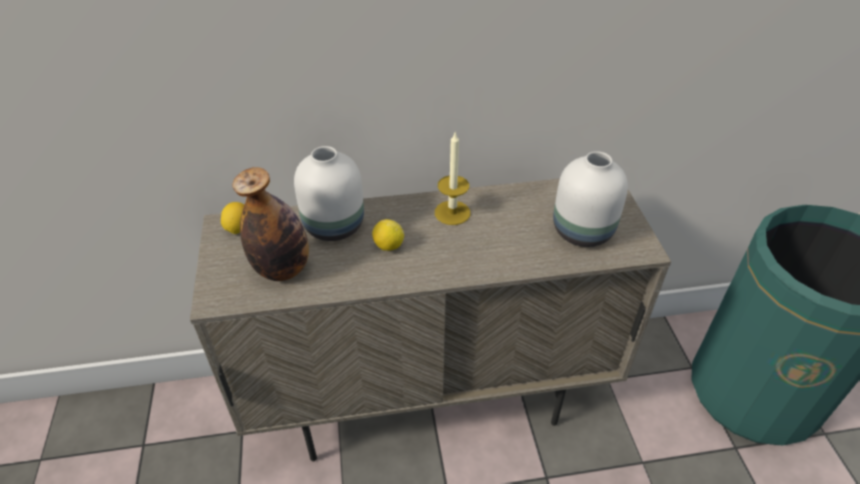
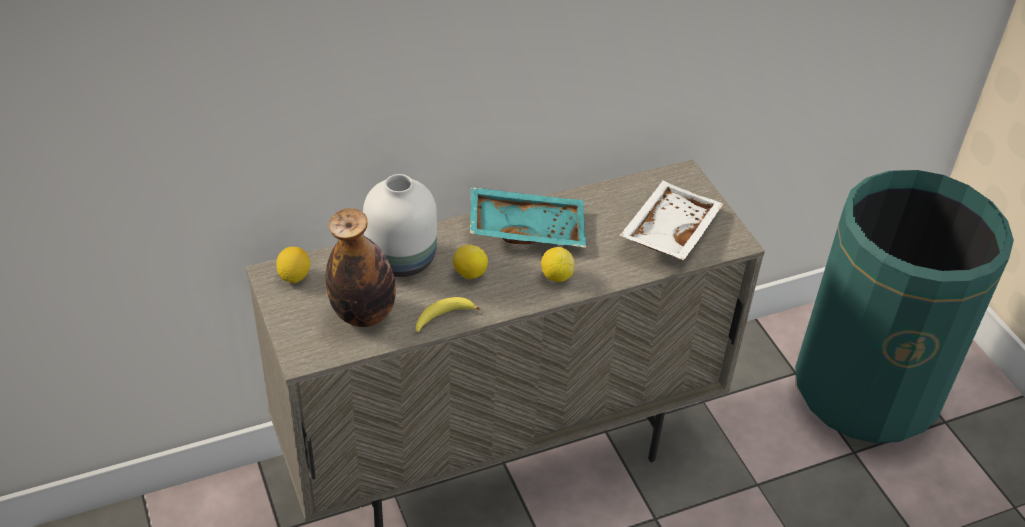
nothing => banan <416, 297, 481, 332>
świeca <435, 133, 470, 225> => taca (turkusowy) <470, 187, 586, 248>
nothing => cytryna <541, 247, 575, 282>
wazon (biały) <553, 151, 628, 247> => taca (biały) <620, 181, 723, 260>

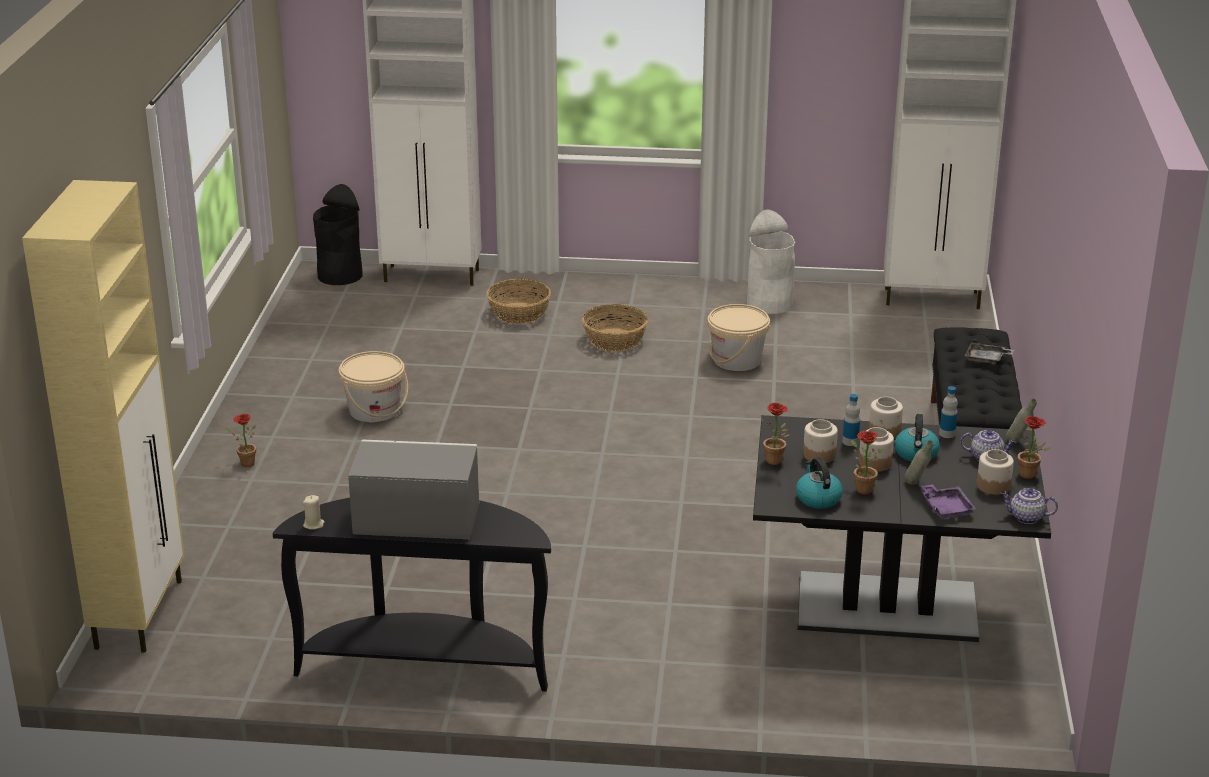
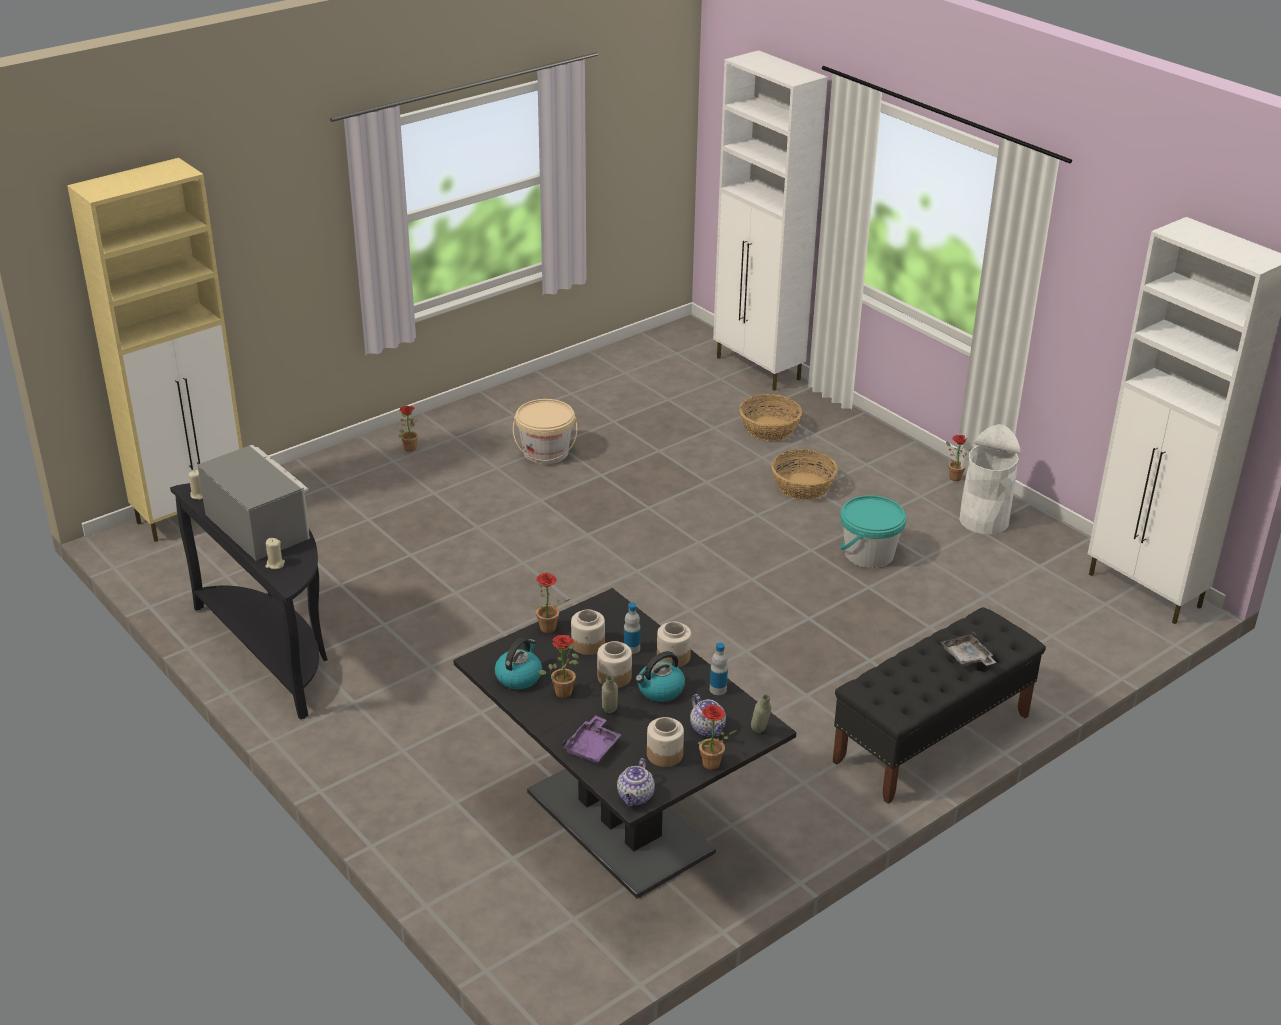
nothing => świeca (beżowy) <265, 538, 285, 569>
imbryk <1001, 488, 1058, 524> => imbryk <617, 758, 655, 806>, 135 degrees counterclockwise
wiadro (beżowy) <707, 304, 770, 371> => wiadro (turkusowy) <840, 495, 906, 568>
nothing => roślina doniczkowa <946, 435, 971, 481>
kosz na śmieci (czarny) <313, 184, 363, 285> => nothing

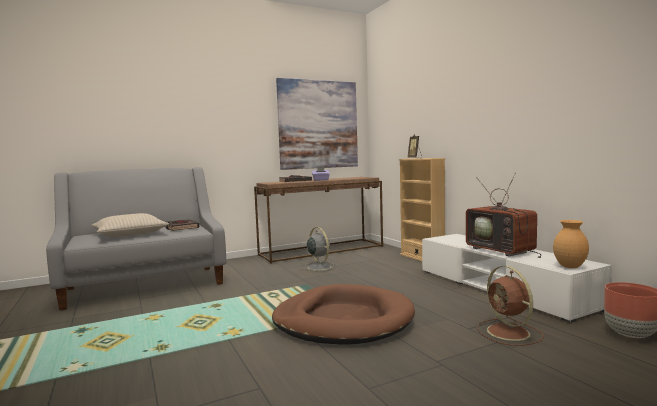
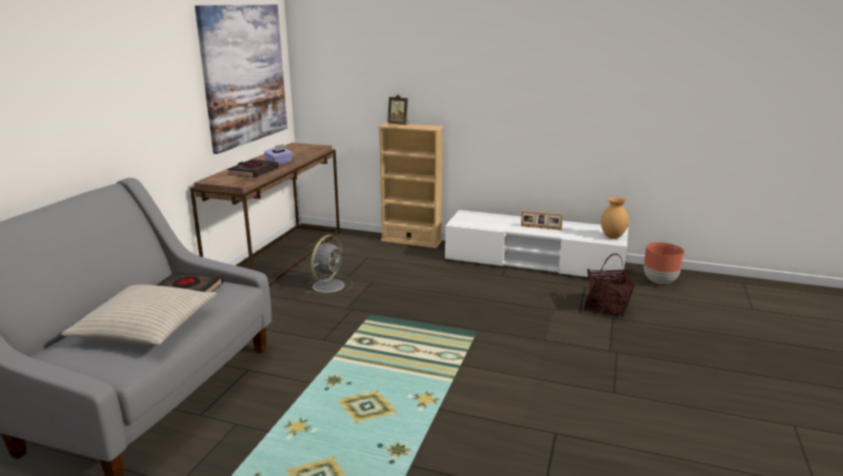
wentylator (szary) <300, 227, 337, 272> => wentylator (szary) <306, 235, 352, 296>, 105 degrees clockwise
telewizor <466, 173, 541, 258> => ramka na zdjęcie <521, 211, 563, 230>
wentylator (brązowy) <477, 266, 544, 346> => koszyk <584, 253, 635, 317>
legowisko (brązowy) <272, 284, 415, 344> => nothing

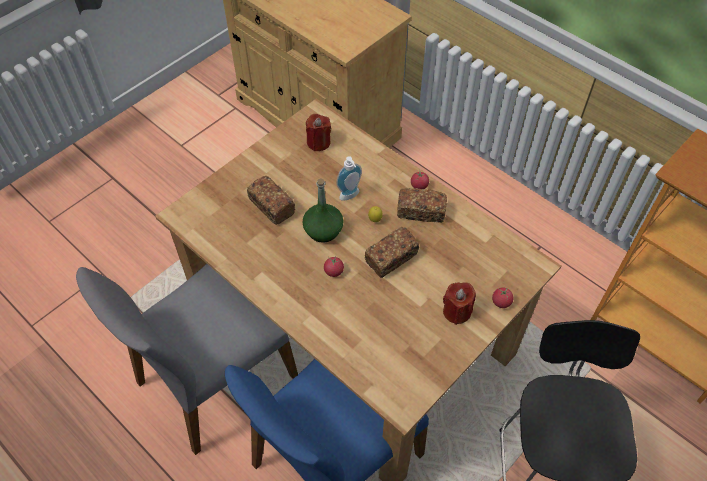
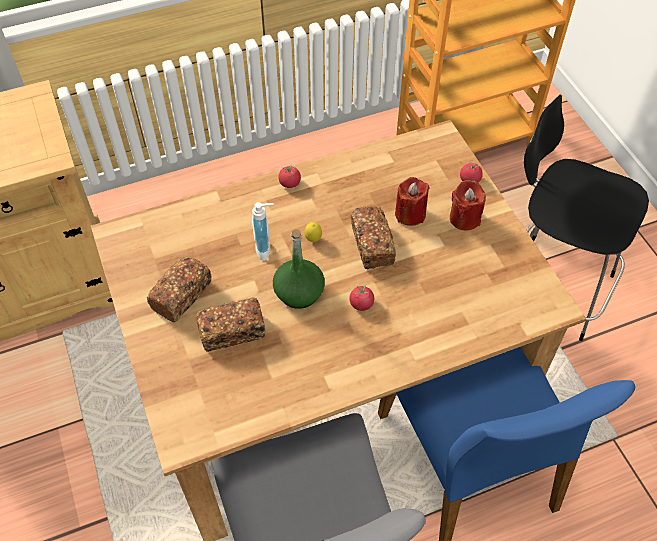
chleb <397, 188, 447, 223> => chleb <147, 257, 212, 322>, move
świeca (czerwony) <306, 114, 331, 151> => świeca (czerwony) <395, 177, 429, 226>, move

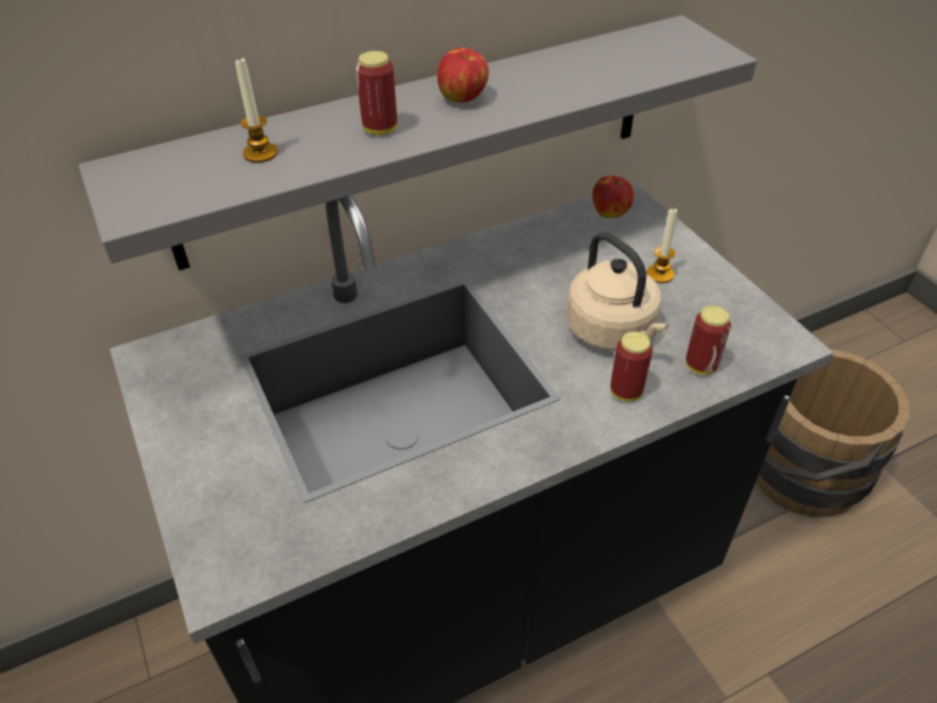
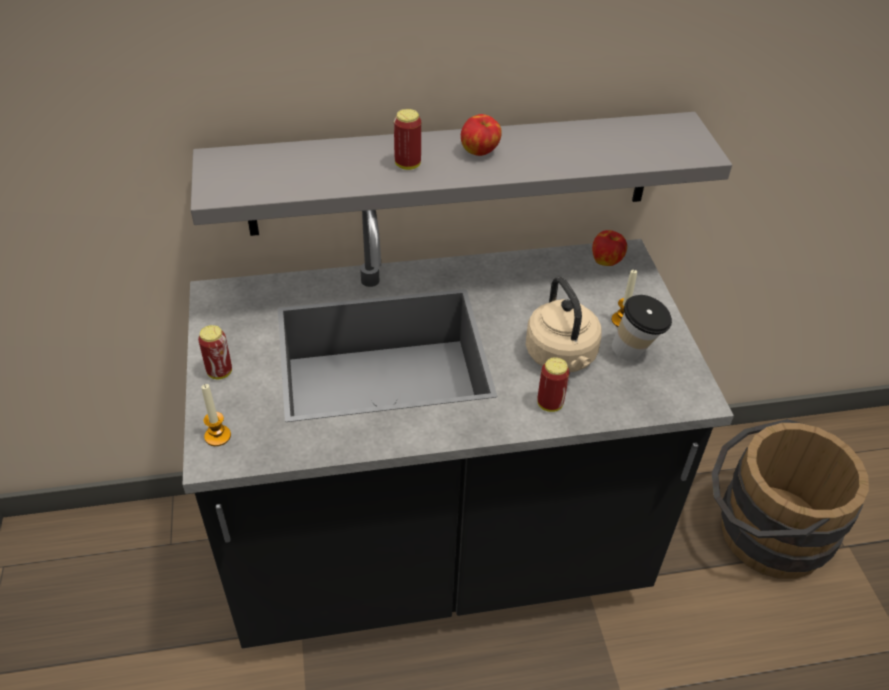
puszka <686, 306, 731, 375> => puszka <198, 325, 232, 379>, move
świeca <235, 56, 278, 163> => świeca <201, 384, 231, 446>, move
nothing => filiżanka <612, 295, 672, 361>

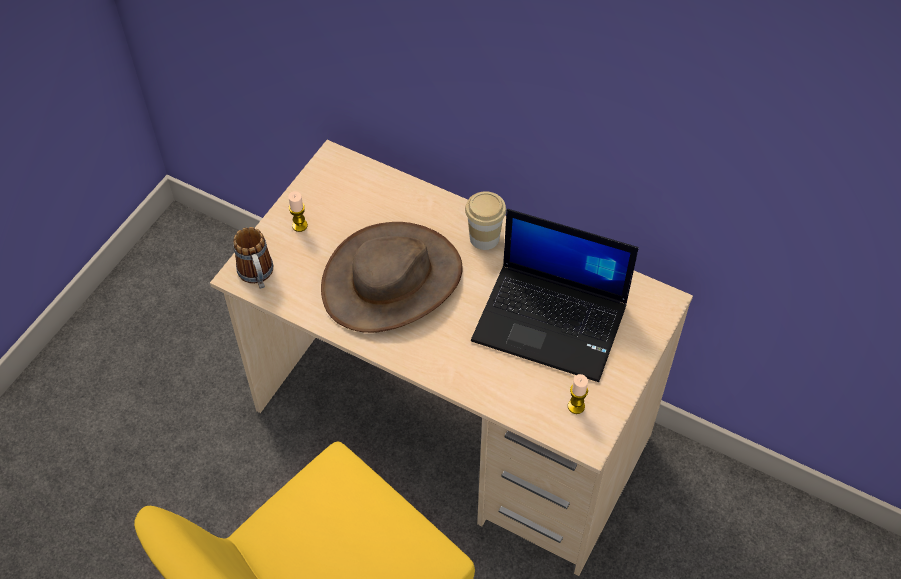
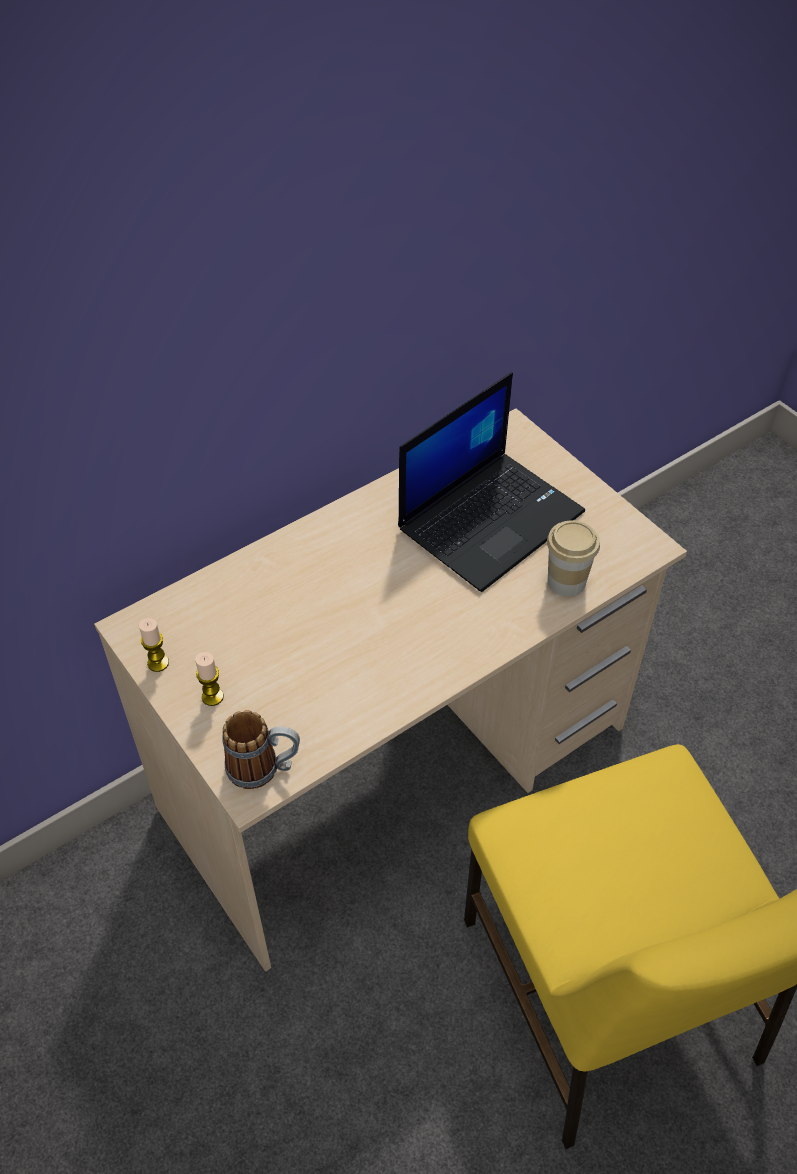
świeca <568, 374, 588, 414> => świeca <139, 618, 169, 672>, move
filiżanka <465, 191, 506, 250> => filiżanka <547, 520, 600, 596>, move
kapelusz (brązowy) <321, 222, 463, 333> => nothing

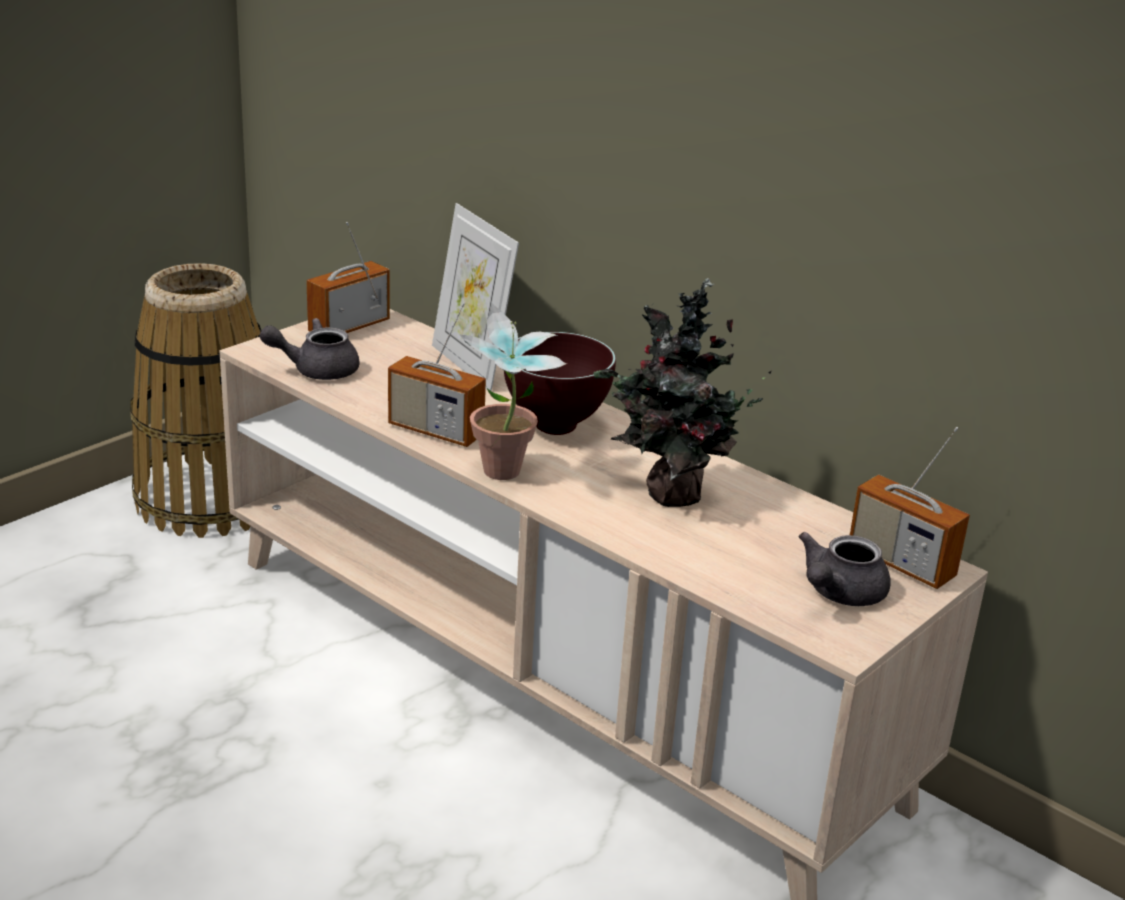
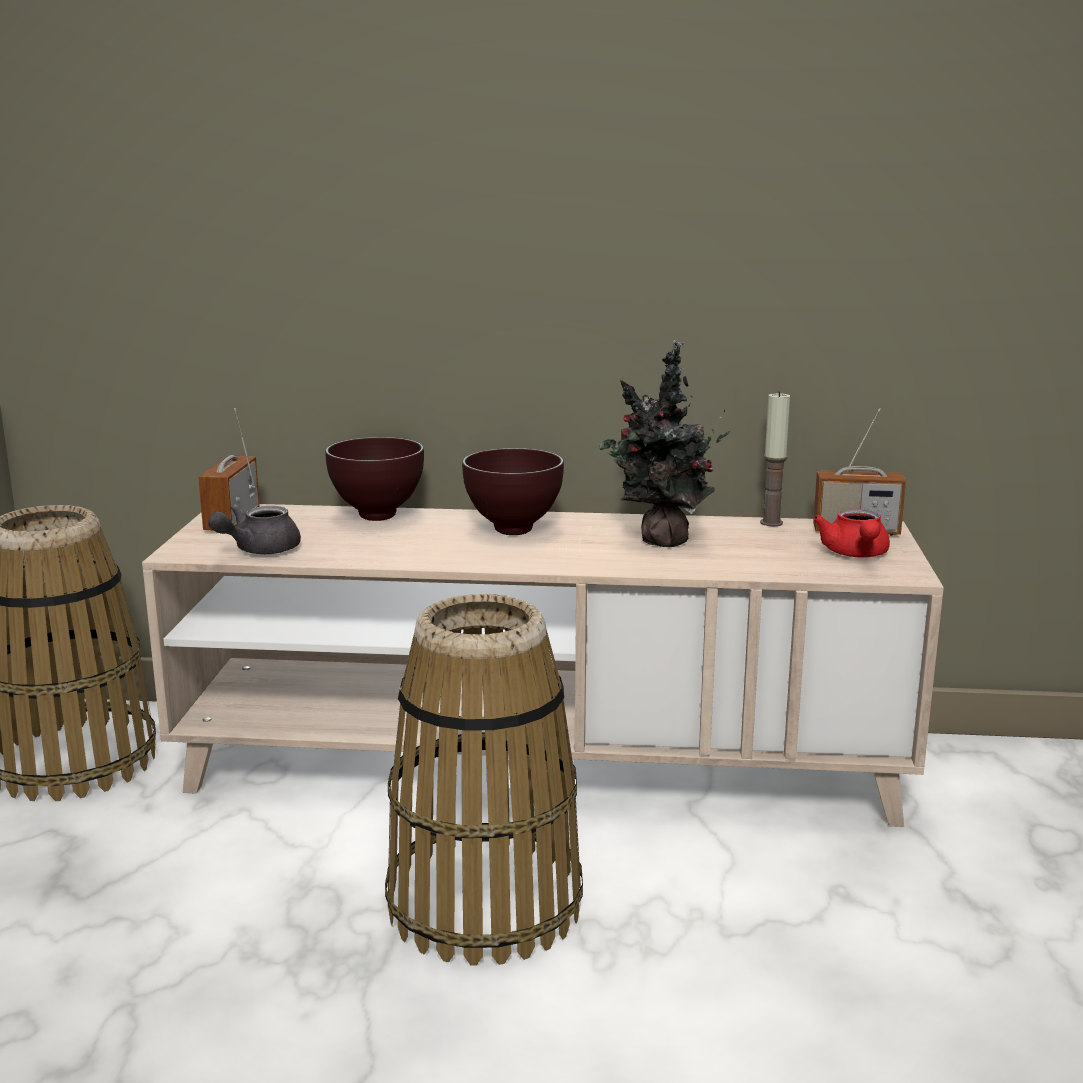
ramka na zdjęcie <432, 203, 519, 391> => miska (brązowy) <325, 437, 424, 521>
nothing => koszyk <385, 594, 583, 966>
nothing => świeca <760, 391, 790, 526>
imbryk (szary) <799, 532, 891, 606> => imbryk (czerwony) <813, 508, 890, 557>
radio <388, 303, 486, 447> => nothing
roślina doniczkowa <459, 303, 567, 480> => nothing

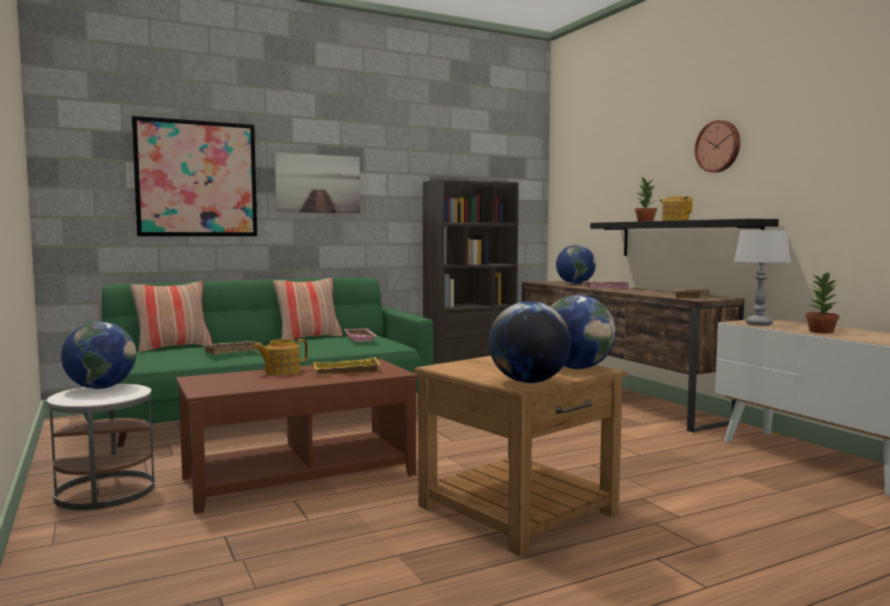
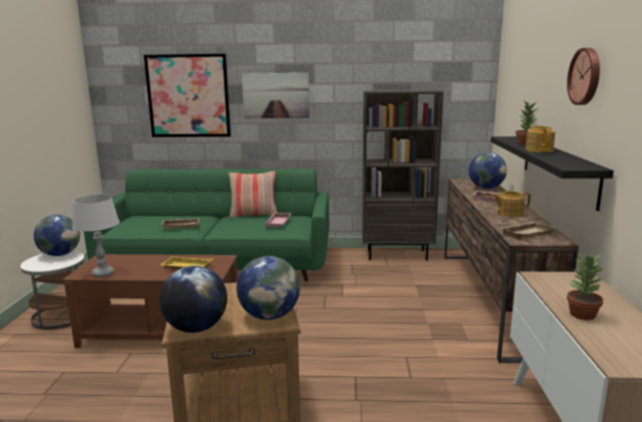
lampa stołowa (szary) <734, 230, 791, 326> => lampa stołowa (szary) <72, 195, 120, 277>, move
imbryk <253, 339, 308, 375> => imbryk <492, 191, 531, 217>, move
poduszka <130, 281, 212, 352> => nothing

